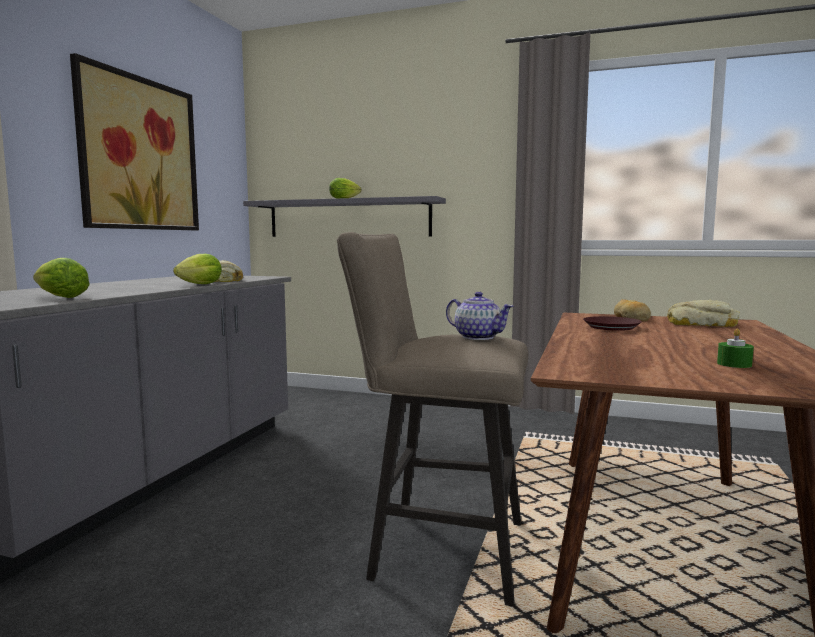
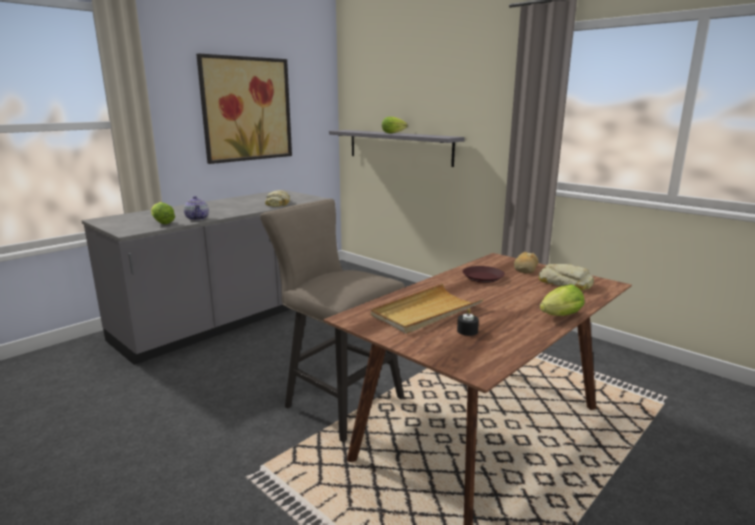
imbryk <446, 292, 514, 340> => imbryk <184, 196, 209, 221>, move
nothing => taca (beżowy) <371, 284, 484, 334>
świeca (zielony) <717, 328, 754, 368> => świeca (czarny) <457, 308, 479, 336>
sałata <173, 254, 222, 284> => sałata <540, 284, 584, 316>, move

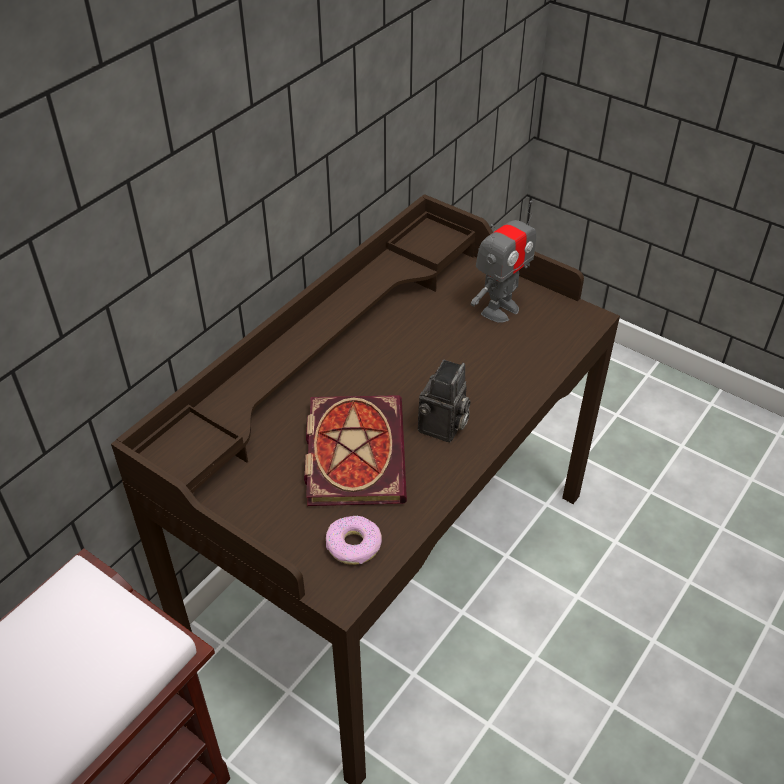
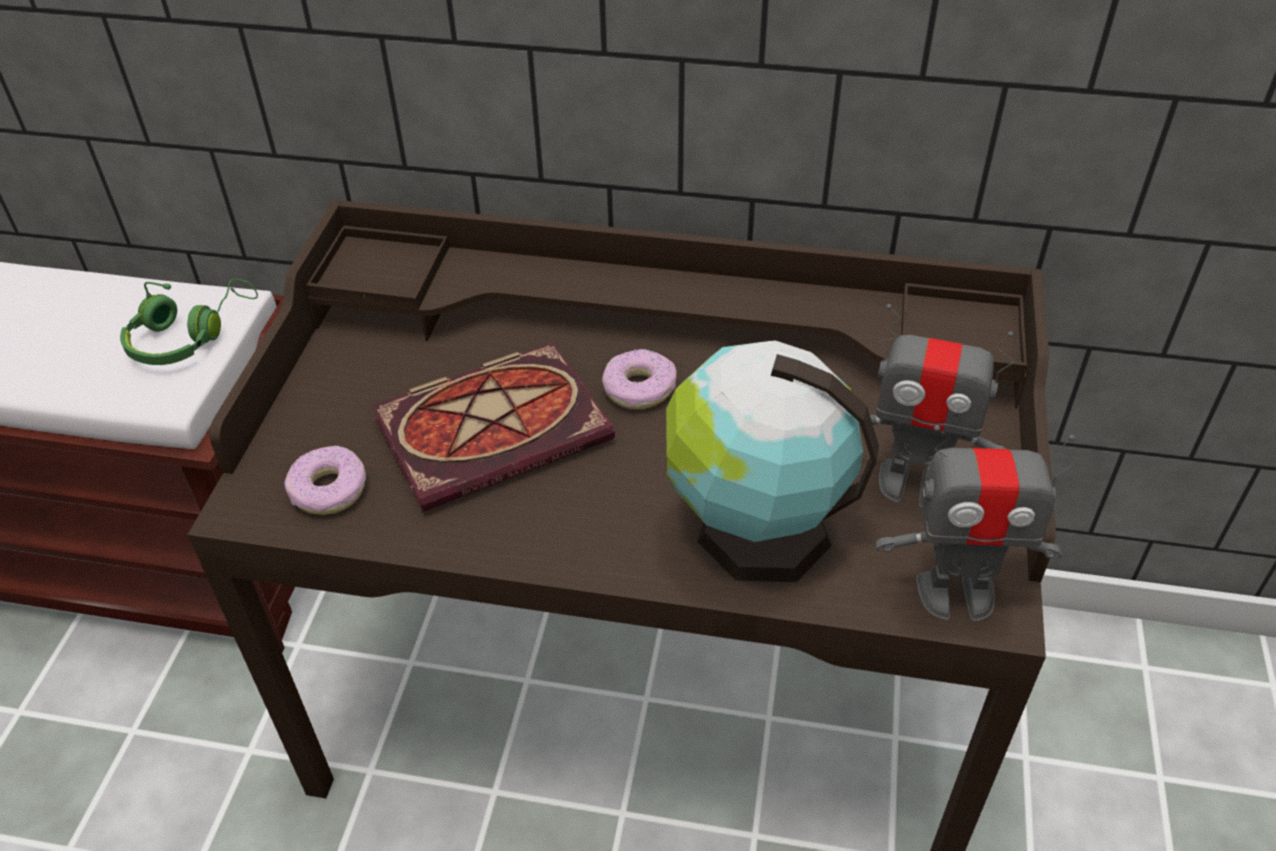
nothing => słuchawki (zielony) <120, 279, 258, 365>
nothing => donut <602, 349, 677, 409>
nothing => globus <666, 341, 879, 582>
nothing => robot zabawkowy <876, 425, 1075, 621>
aparat fotograficzny <418, 360, 470, 442> => nothing

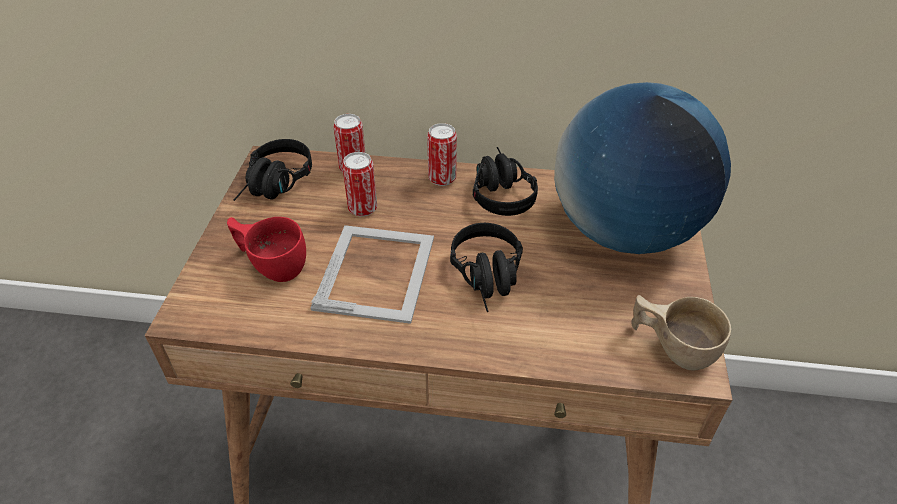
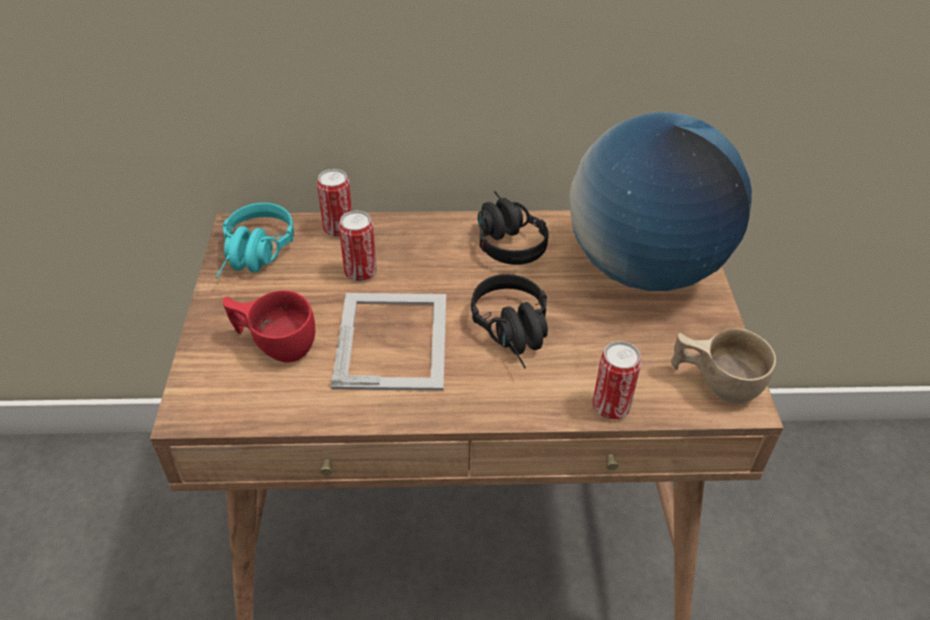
słuchawki (czarny) <234, 139, 312, 201> => słuchawki (turkusowy) <216, 203, 294, 278>
puszka <427, 123, 457, 186> => puszka <593, 341, 642, 419>, move

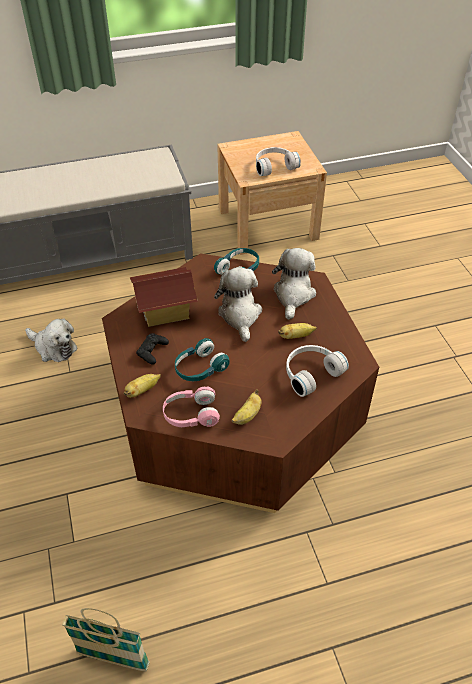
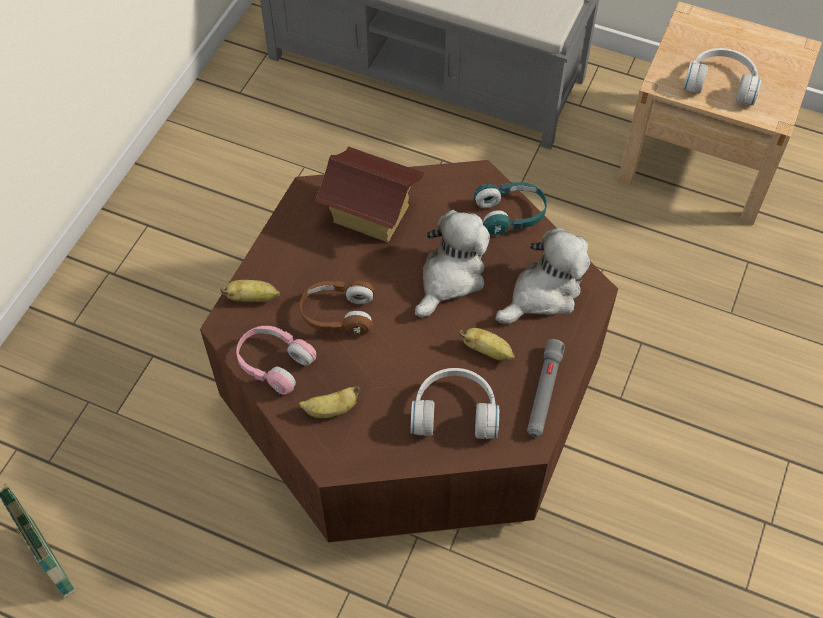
słuchawki (turkusowy) <175, 338, 230, 381> => słuchawki (brązowy) <300, 280, 375, 336>
nothing => latarka (szary) <527, 339, 565, 437>
pluszak <25, 319, 78, 362> => nothing
pad do gier (czarny) <136, 333, 169, 365> => nothing

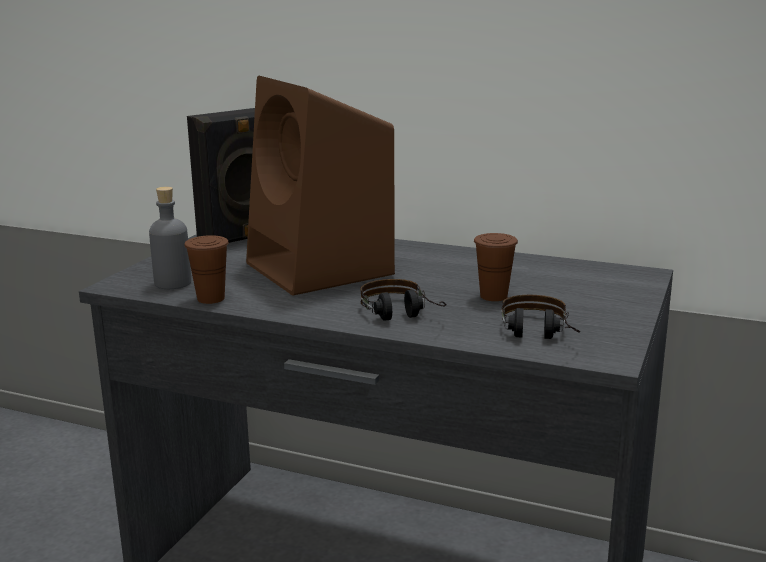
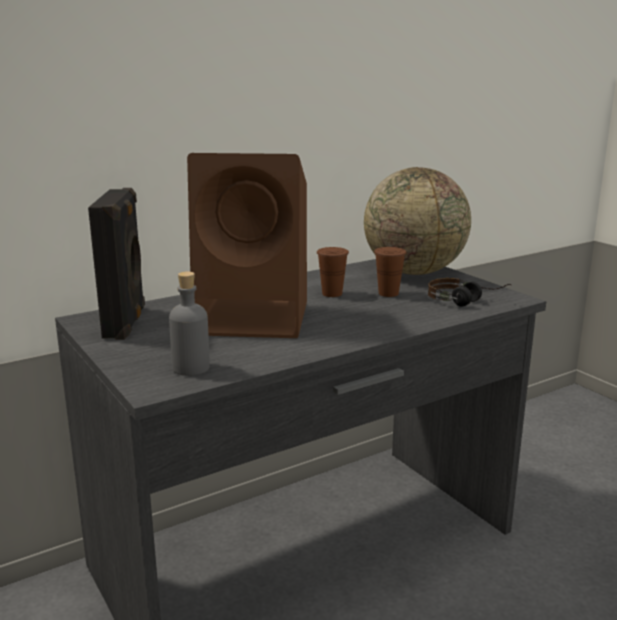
filiżanka (brązowy) <184, 235, 229, 304> => filiżanka (brązowy) <317, 247, 349, 297>, move
nothing => globus <364, 167, 471, 275>
słuchawki <360, 279, 446, 321> => nothing

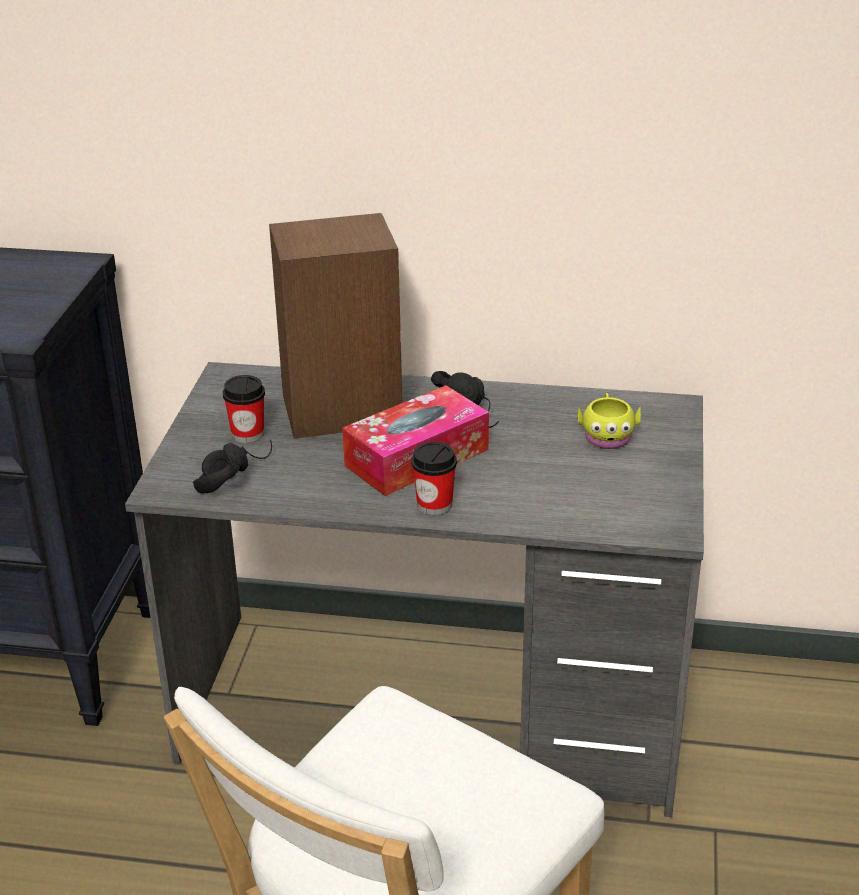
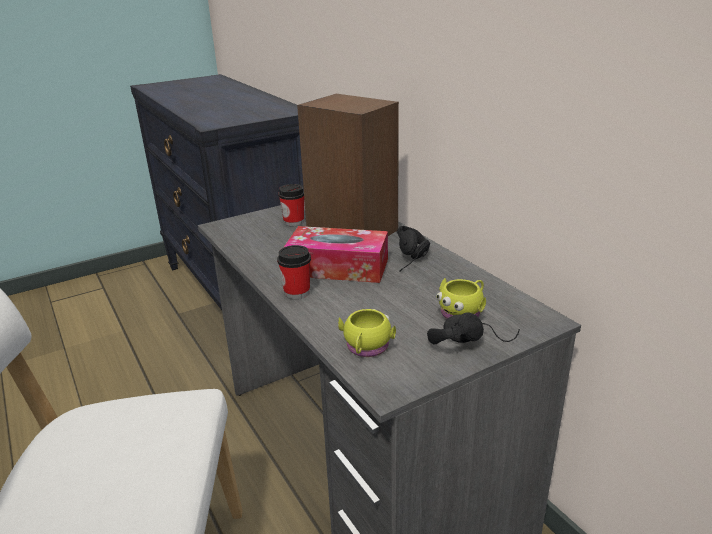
nothing => kubek (żółty) <338, 309, 396, 357>
słuchawki (czarny) <193, 439, 272, 493> => słuchawki (czarny) <427, 312, 520, 345>, move

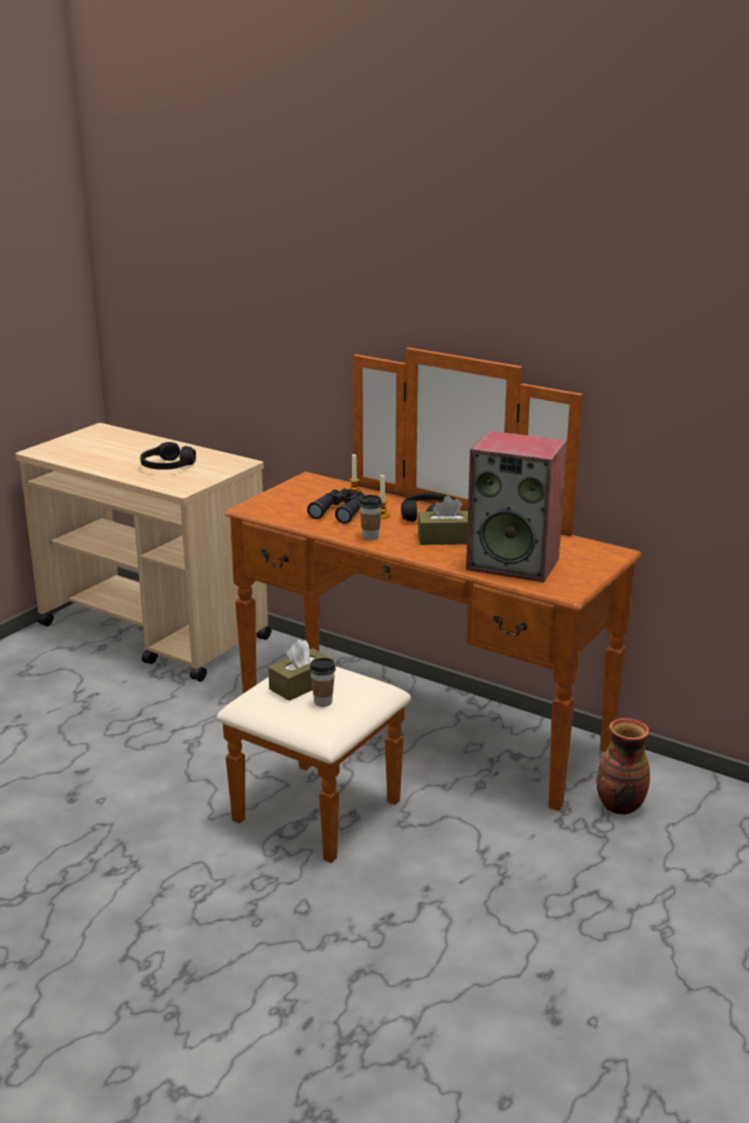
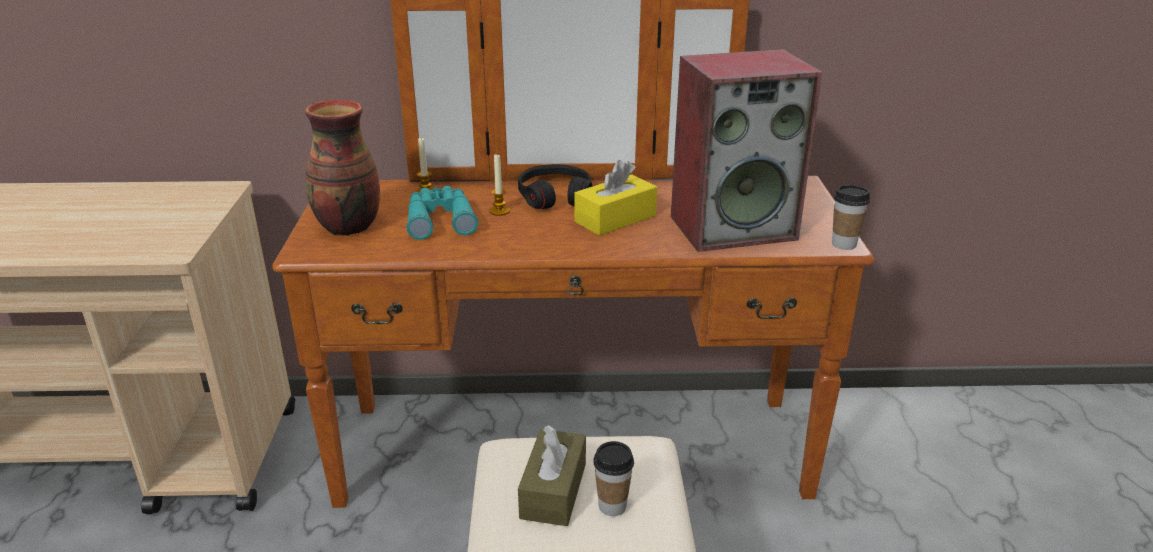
wazon <596, 718, 650, 815> => wazon <305, 100, 380, 236>, move
lornetka (czarny) <307, 488, 365, 524> => lornetka (turkusowy) <406, 186, 478, 240>
pudełko chusteczek (brązowy) <417, 495, 468, 545> => pudełko chusteczek (żółty) <575, 160, 657, 236>
filiżanka <359, 495, 382, 540> => filiżanka <832, 185, 870, 250>, move
słuchawki (czarny) <140, 442, 196, 470> => nothing

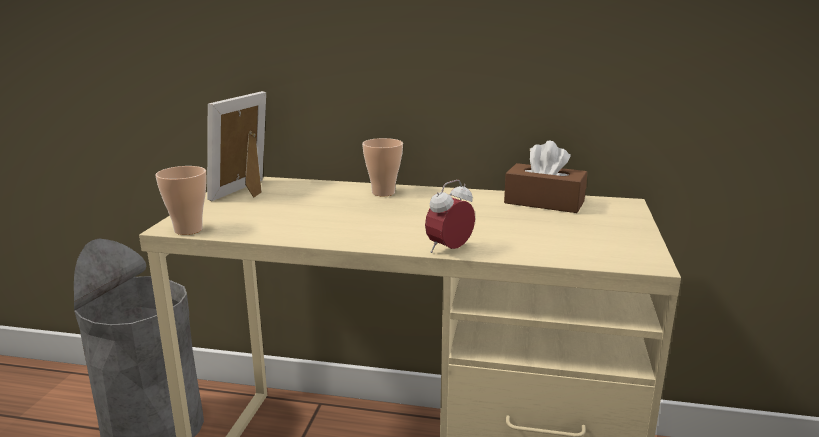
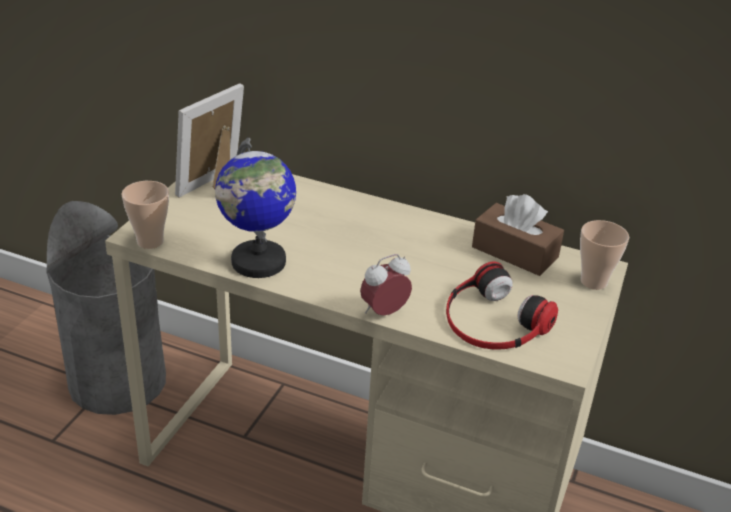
nothing => globus <215, 138, 296, 278>
nothing => słuchawki <446, 262, 558, 349>
filiżanka <362, 138, 403, 196> => filiżanka <580, 220, 629, 290>, move

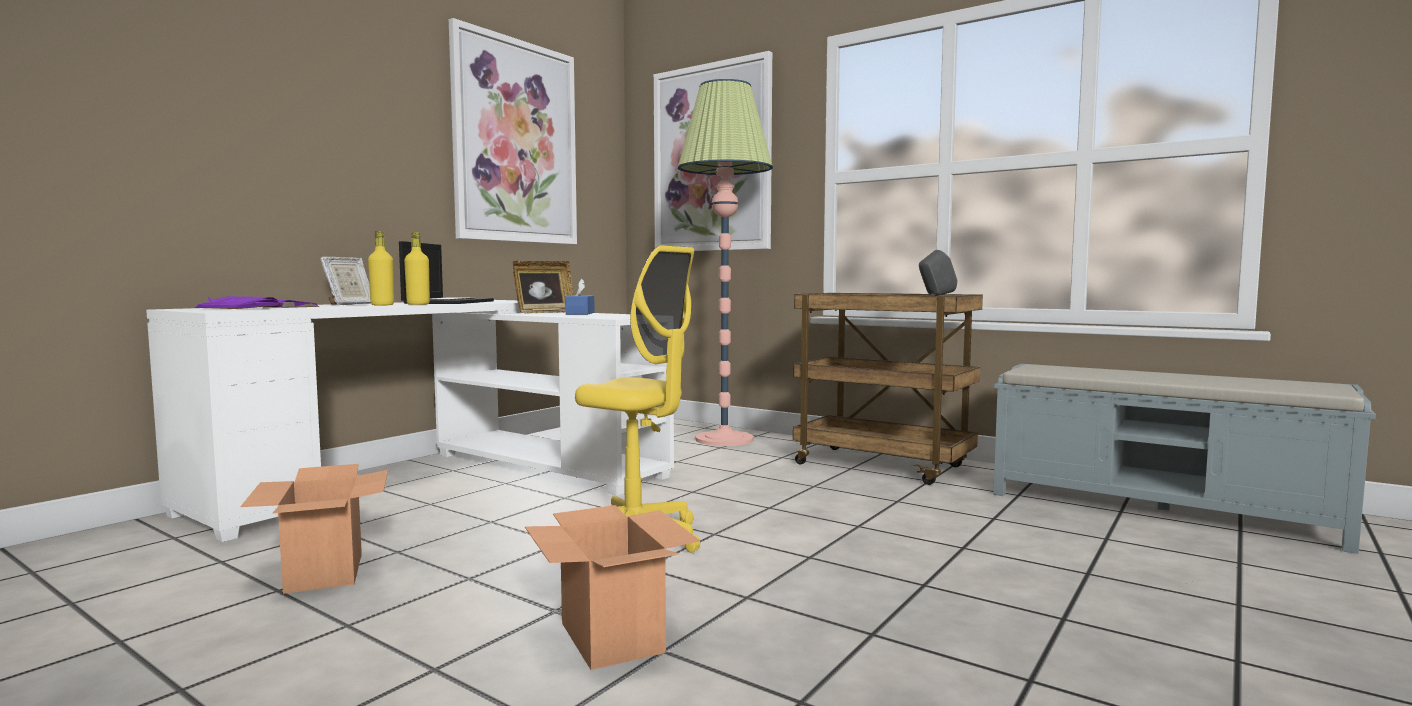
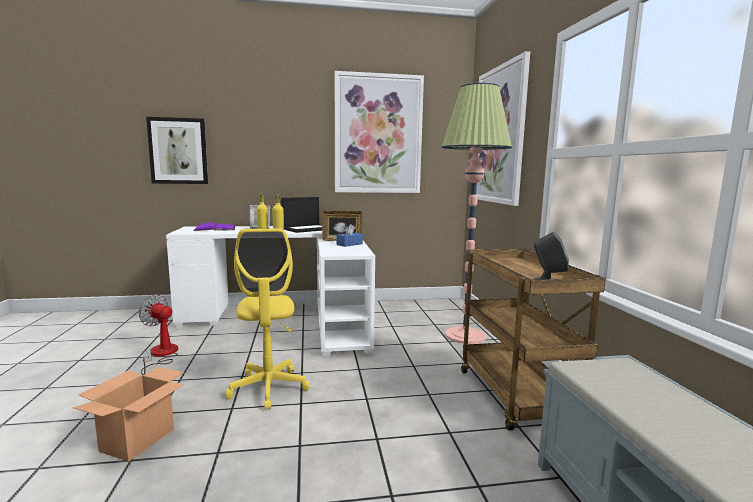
karton <240, 464, 388, 594> => wentylator <139, 295, 178, 375>
nothing => obraz <146, 117, 208, 184>

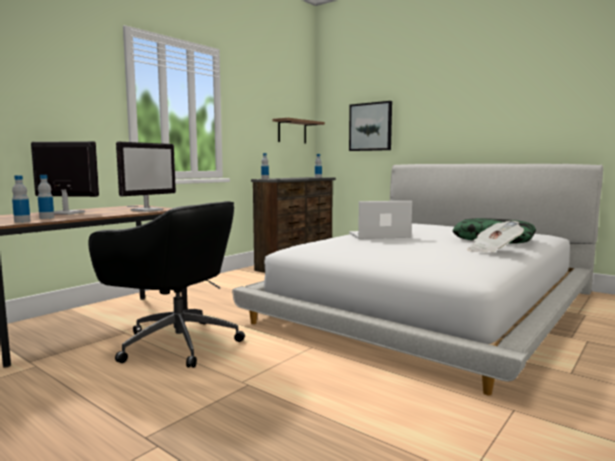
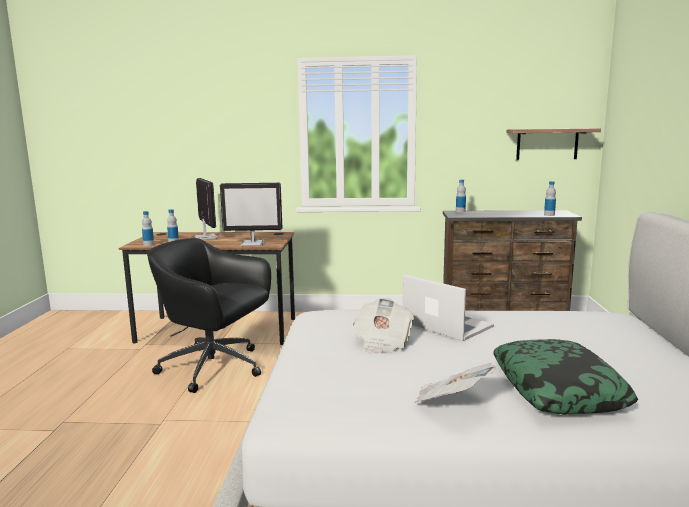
krzesło biurowe (czarny) <88, 201, 245, 368> => krzesło biurowe (czarny) <147, 238, 271, 393>, 120 degrees clockwise
nothing => gazeta <353, 298, 414, 354>
obraz <349, 101, 392, 151> => nothing

